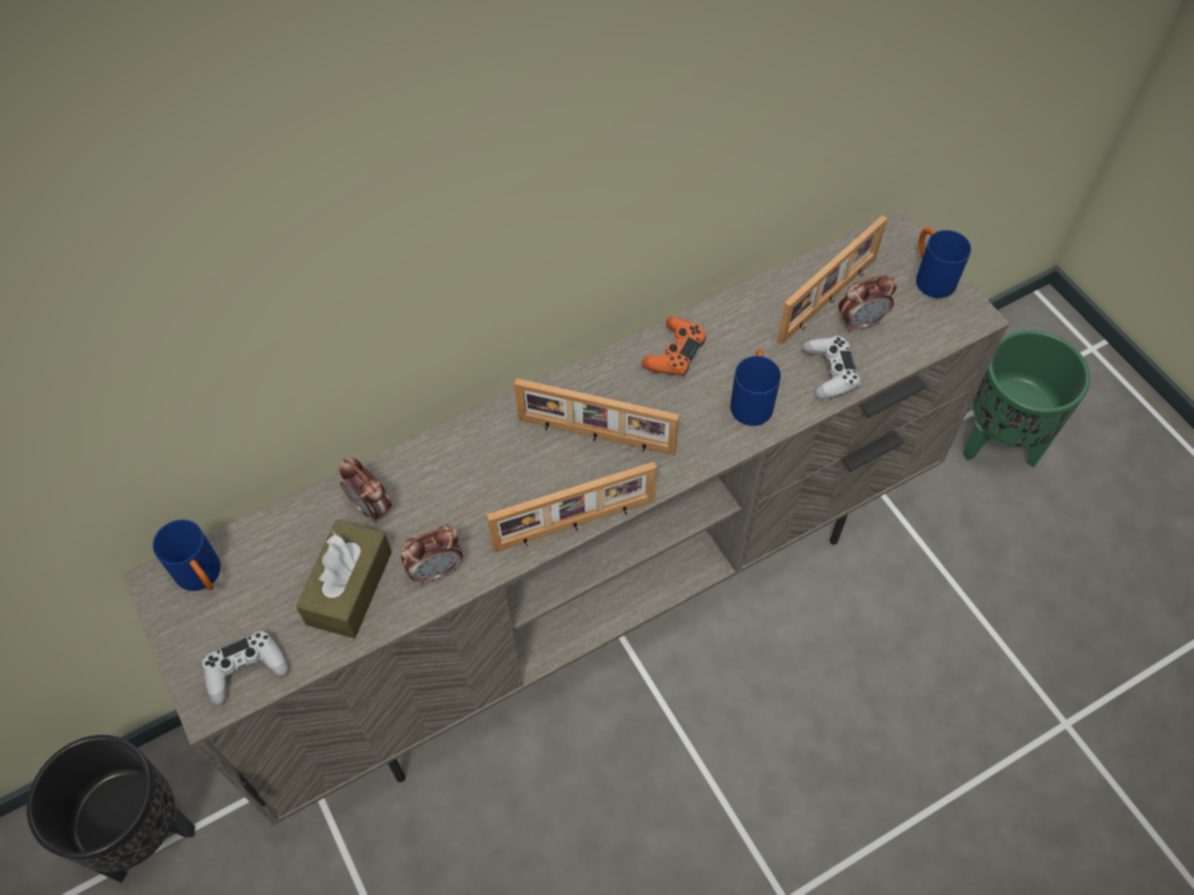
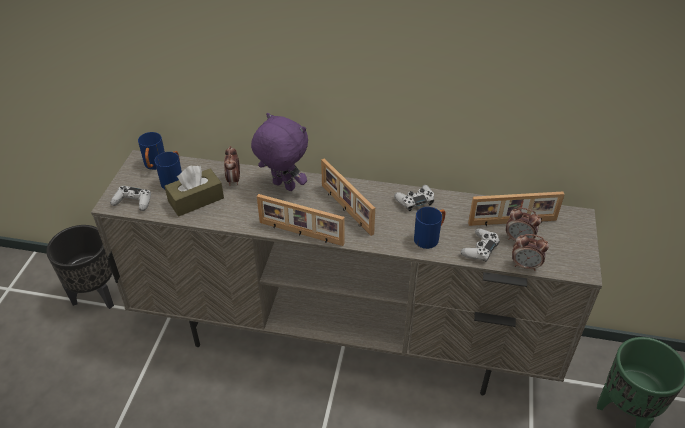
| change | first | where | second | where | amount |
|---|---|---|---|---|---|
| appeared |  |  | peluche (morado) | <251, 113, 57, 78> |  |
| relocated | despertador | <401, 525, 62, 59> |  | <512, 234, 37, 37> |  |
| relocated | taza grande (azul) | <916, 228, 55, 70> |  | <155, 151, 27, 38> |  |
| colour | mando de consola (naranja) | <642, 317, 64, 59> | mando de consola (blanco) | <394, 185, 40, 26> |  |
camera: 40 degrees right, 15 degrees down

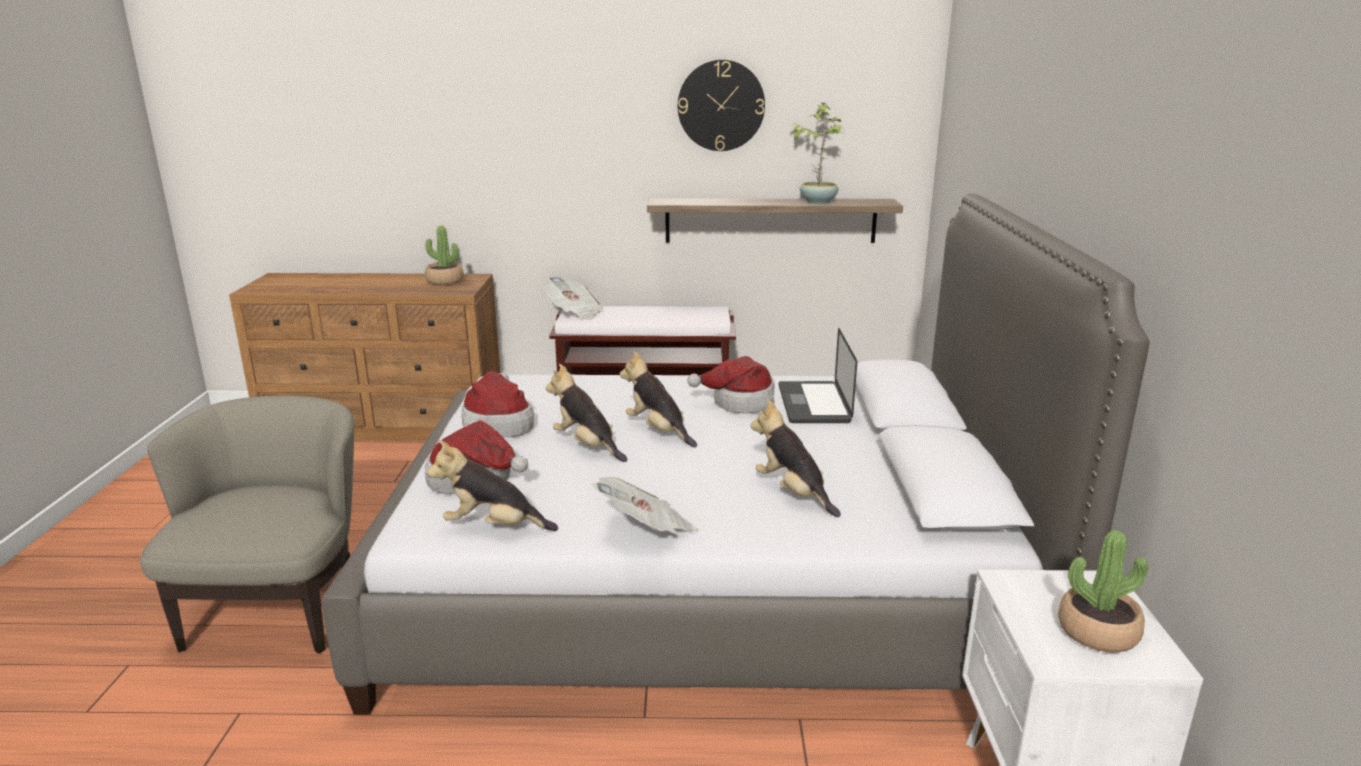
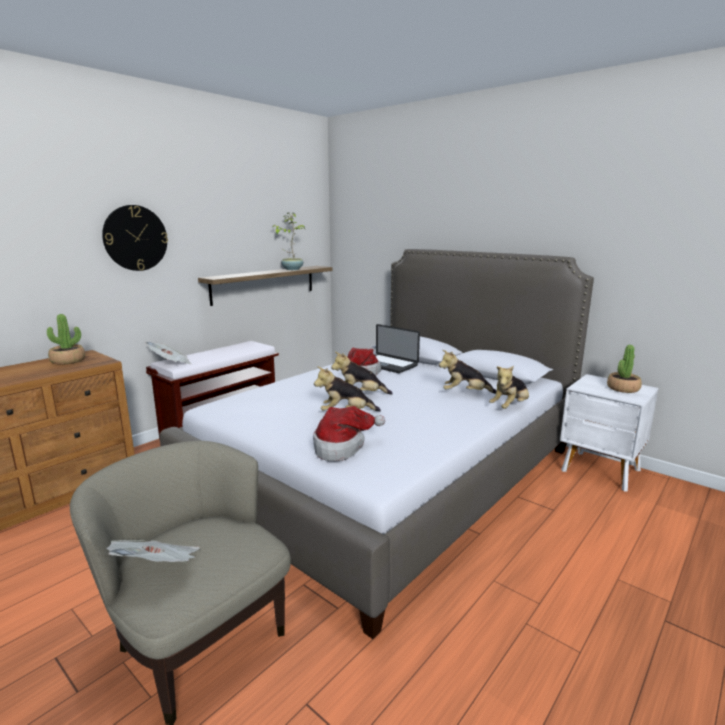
| change | first | where | second | where | amount |
|---|---|---|---|---|---|
| missing | sombrero | <462, 371, 72, 66> |  |  |  |
| relocated | peluche | <427, 440, 131, 91> |  | <489, 366, 40, 43> |  |
| relocated | periódico | <592, 477, 106, 57> |  | <106, 540, 94, 22> |  |
| relocated | reloj de pared | <678, 60, 87, 91> |  | <102, 205, 66, 66> |  |
camera: 50 degrees left, 5 degrees down

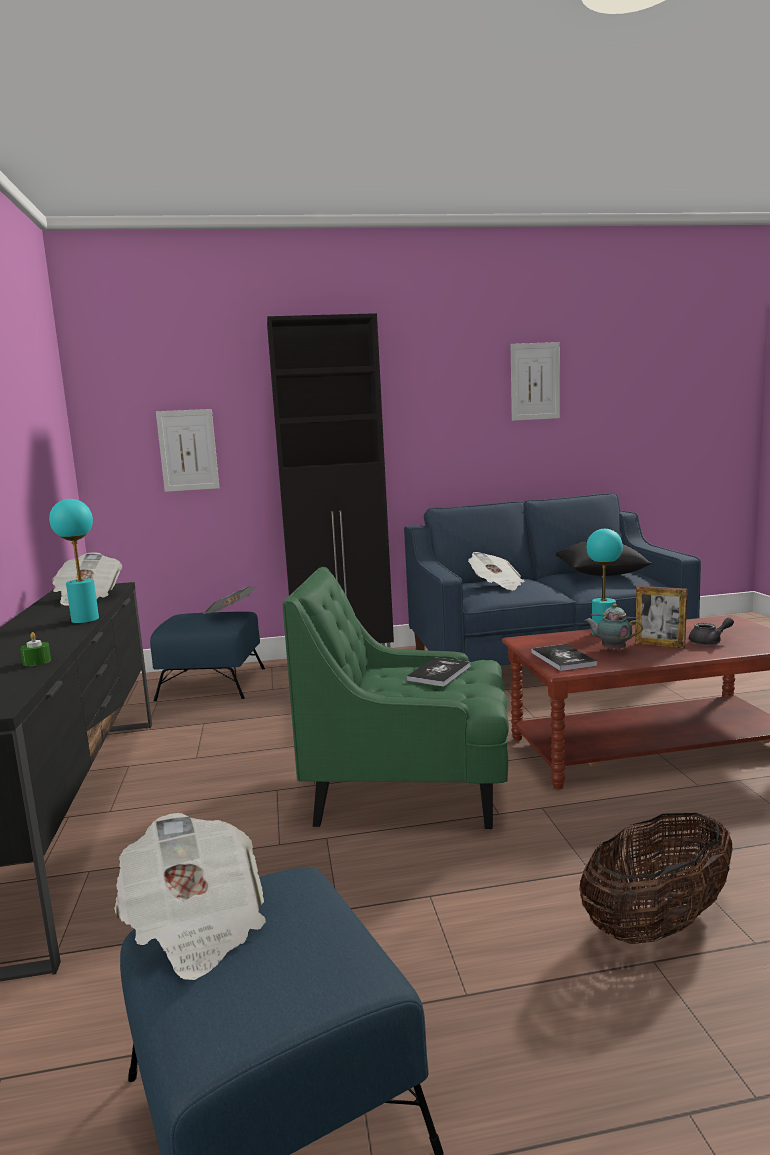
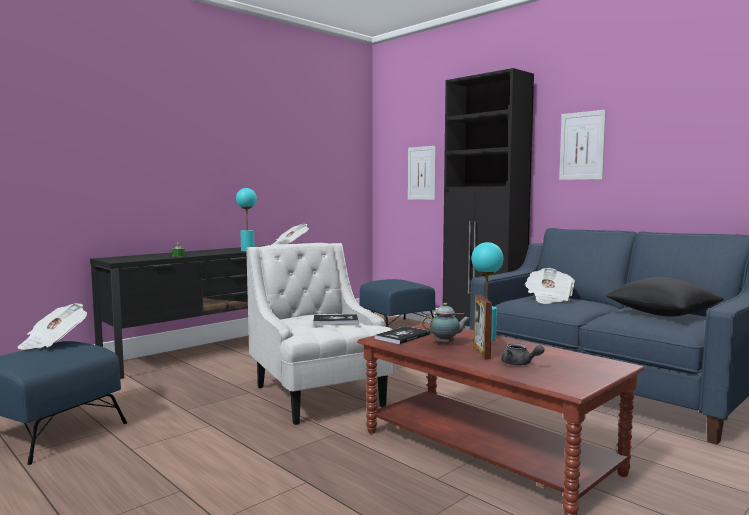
| change | first | where | second | where | amount |
|---|---|---|---|---|---|
| missing | periódico | <203, 586, 52, 28> |  |  |  |
| missing | cesta | <579, 813, 154, 131> |  |  |  |
| relocated | cuadro | <511, 342, 49, 79> |  | <559, 110, 47, 70> |  |
| colour | sillón (verde) | <282, 567, 227, 262> | sillón (blanco) | <246, 243, 150, 182> |  |
| spun | tetera | <584, 604, 59, 47> |  | <422, 303, 48, 41> | 90 degrees clockwise |
camera: 55 degrees right, 5 degrees down

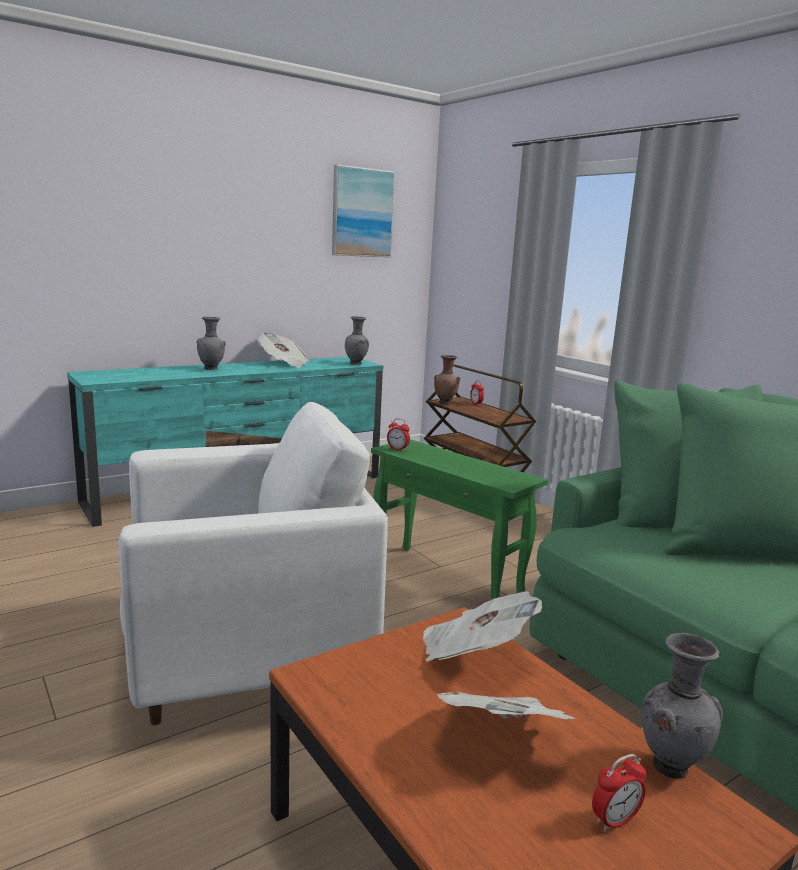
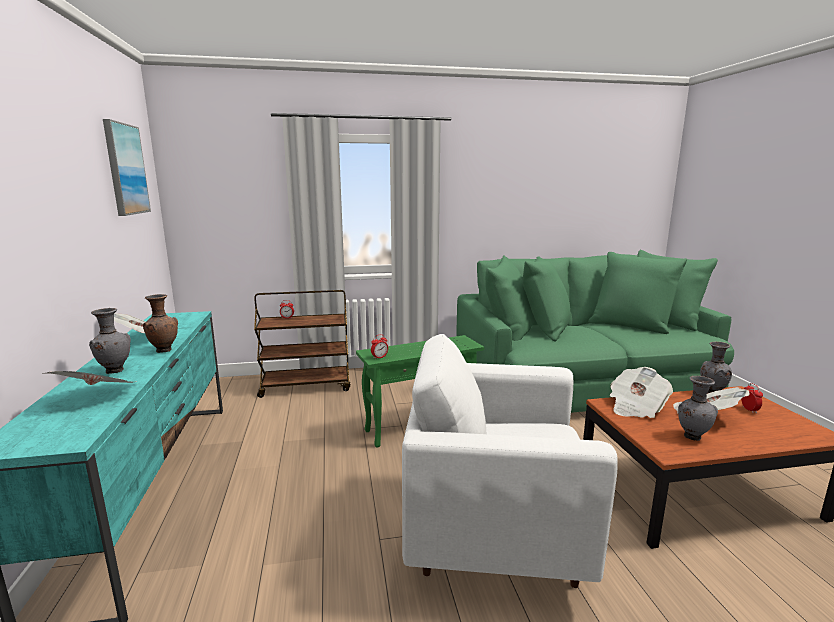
| change | first | where | second | where | amount |
|---|---|---|---|---|---|
| appeared |  |  | periódico | <42, 371, 95, 14> |  |
| relocated | florero (gris) | <345, 316, 24, 48> |  | <678, 376, 40, 65> |  |
| relocated | florero (marrón) | <434, 355, 26, 50> |  | <143, 294, 35, 59> |  |
| spun | sillón (blanco) | <119, 402, 269, 323> |  | <402, 334, 216, 254> | 90 degrees counterclockwise |
camera: 65 degrees left, 0 degrees up

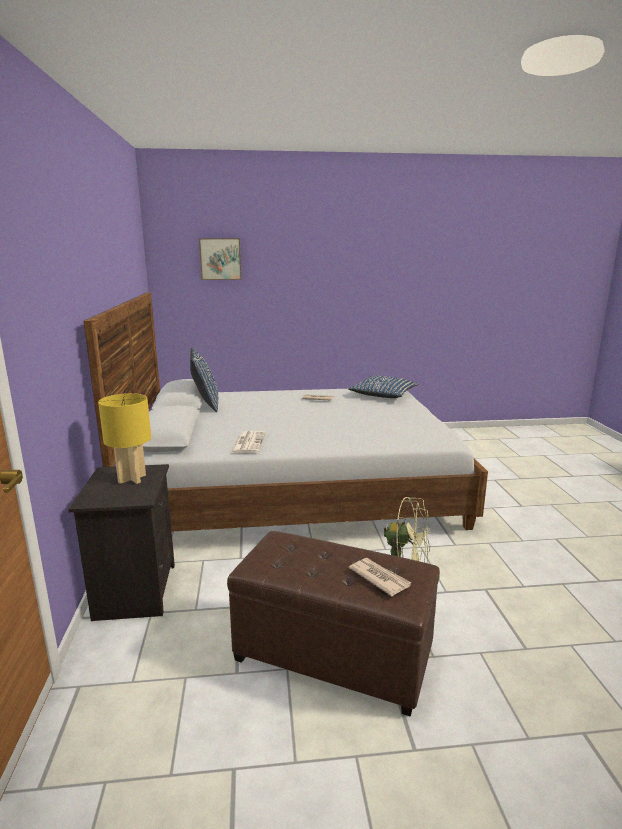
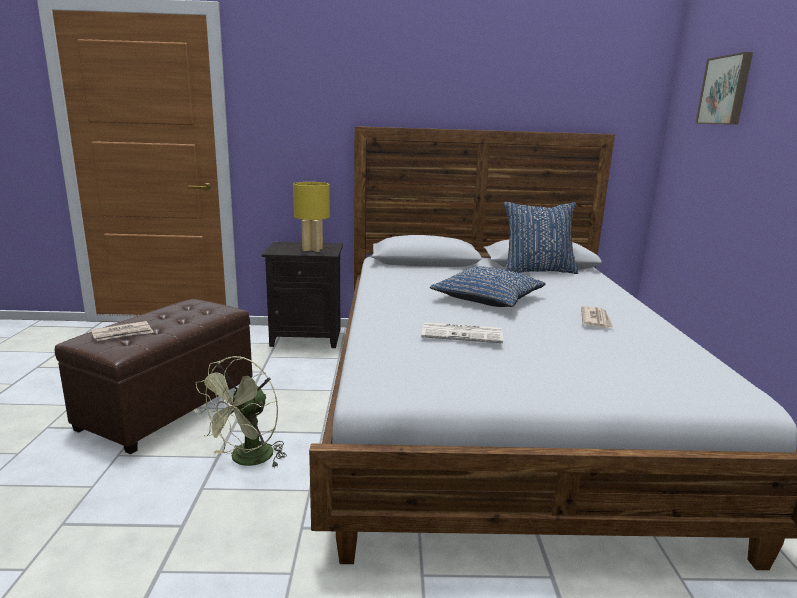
| change | first | where | second | where | amount |
|---|---|---|---|---|---|
| relocated | periódico | <231, 431, 34, 22> |  | <421, 322, 82, 21> |  |
| relocated | cojín (azul) | <348, 376, 70, 22> |  | <430, 267, 116, 40> |  |
camera: 95 degrees right, 0 degrees up

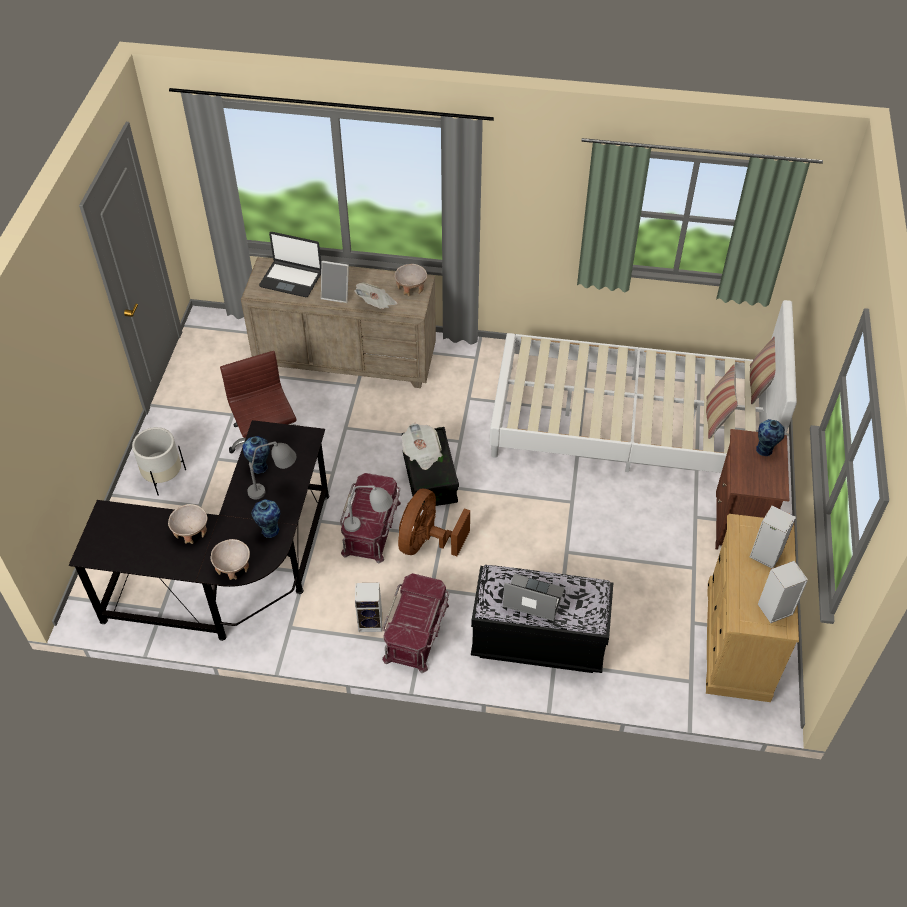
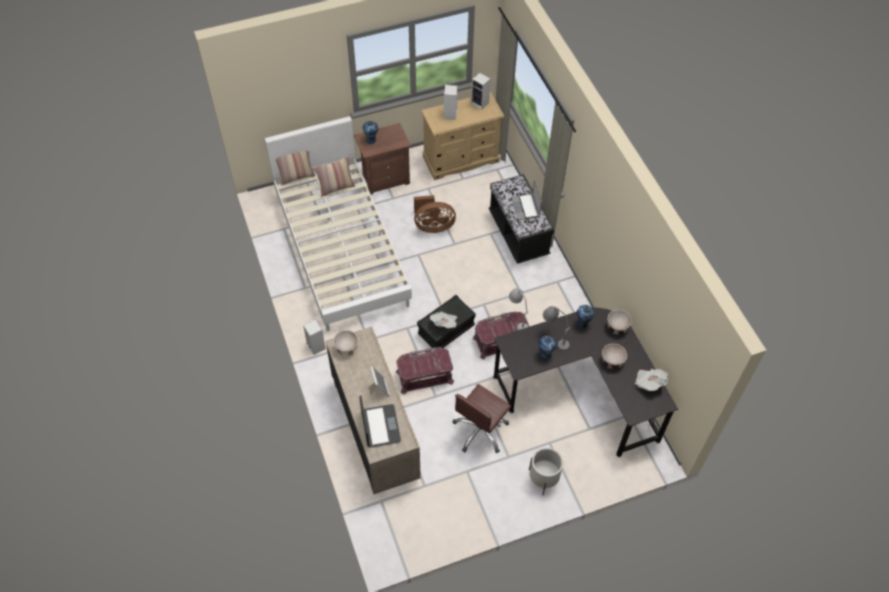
| change | first | where | second | where | amount |
|---|---|---|---|---|---|
| relocated | periódico | <354, 282, 44, 27> |  | <635, 369, 33, 22> |  |
| relocated | altavoz | <355, 583, 27, 49> |  | <303, 319, 22, 36> |  |
| relocated | caja de almacenaje (rojo) | <382, 573, 67, 100> |  | <396, 347, 58, 48> |  |
| relocated | ventilador (marrón) | <398, 489, 72, 67> |  | <414, 195, 42, 38> |  |
camera: 120 degrees left, 5 degrees up

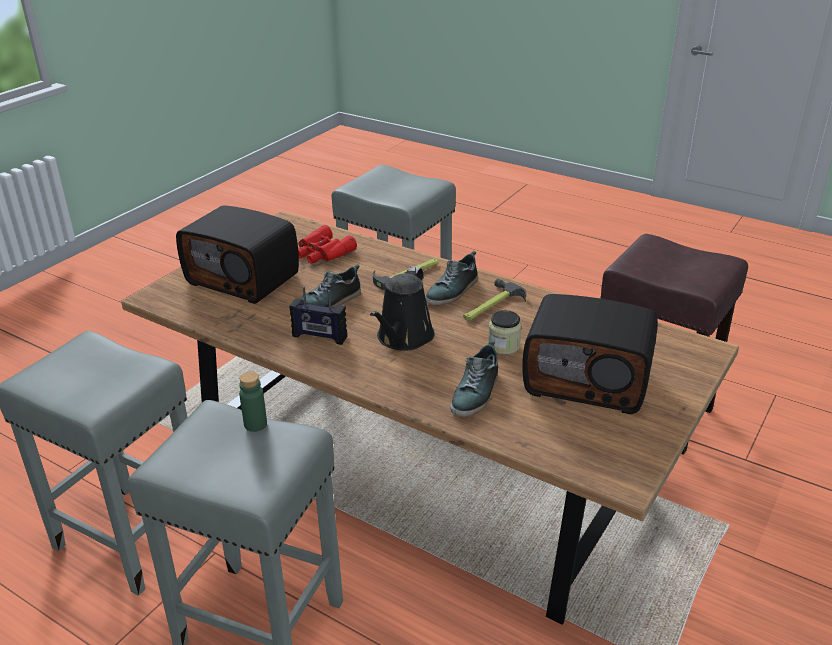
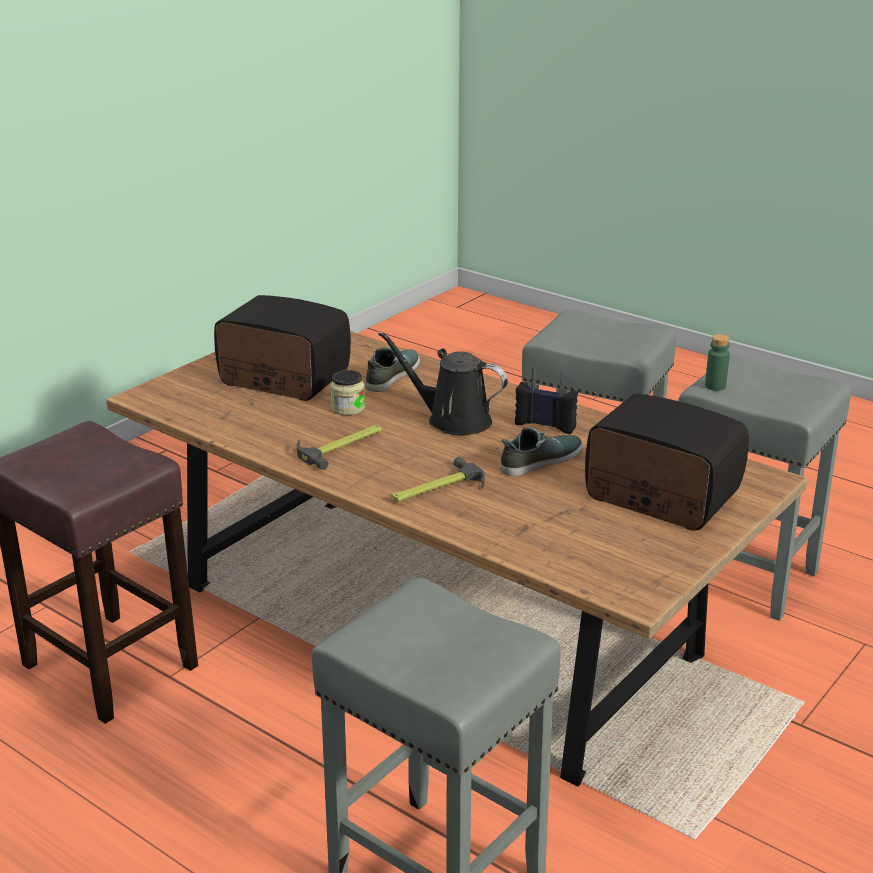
| change | first | where | second | where | amount |
|---|---|---|---|---|---|
| missing | prismáticos (rojo) | <298, 225, 59, 39> |  |  |  |
| missing | zapato | <425, 251, 52, 54> |  |  |  |
| relocated | botella (verde) | <239, 371, 28, 61> |  | <705, 334, 25, 57> |  |
| spun | regadera (negro) | <370, 266, 65, 85> |  | <378, 331, 130, 104> | 90 degrees counterclockwise |
camera: 175 degrees left, 5 degrees down

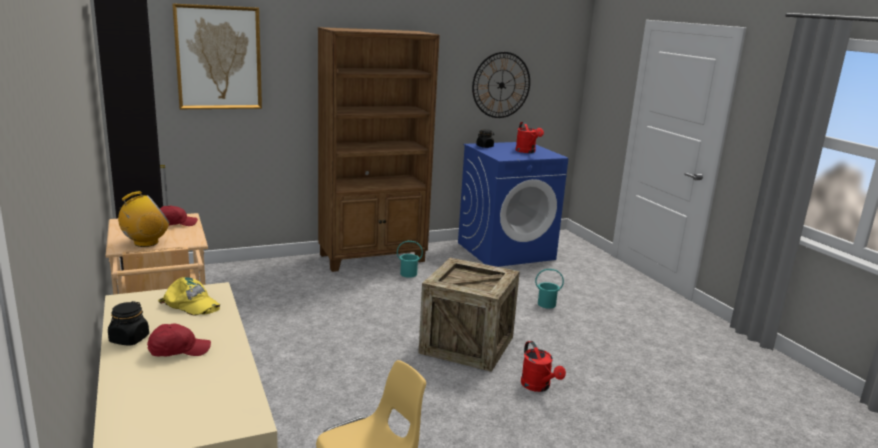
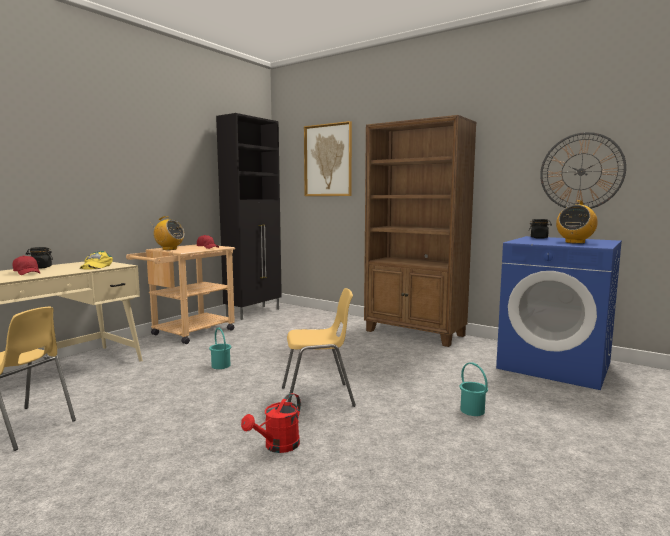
| change | first | where | second | where | amount |
|---|---|---|---|---|---|
| relocated | cubo (turquesa) | <397, 241, 26, 37> |  | <209, 328, 22, 41> |  |
| exchanged | caja de embalaje | <418, 258, 102, 114> | silla (amarillo) | <282, 288, 74, 119> |  |
| exchanged | regadera (rojo) | <515, 122, 29, 31> | radio | <556, 200, 42, 44> |  |
camera: 60 degrees right, 10 degrees down

